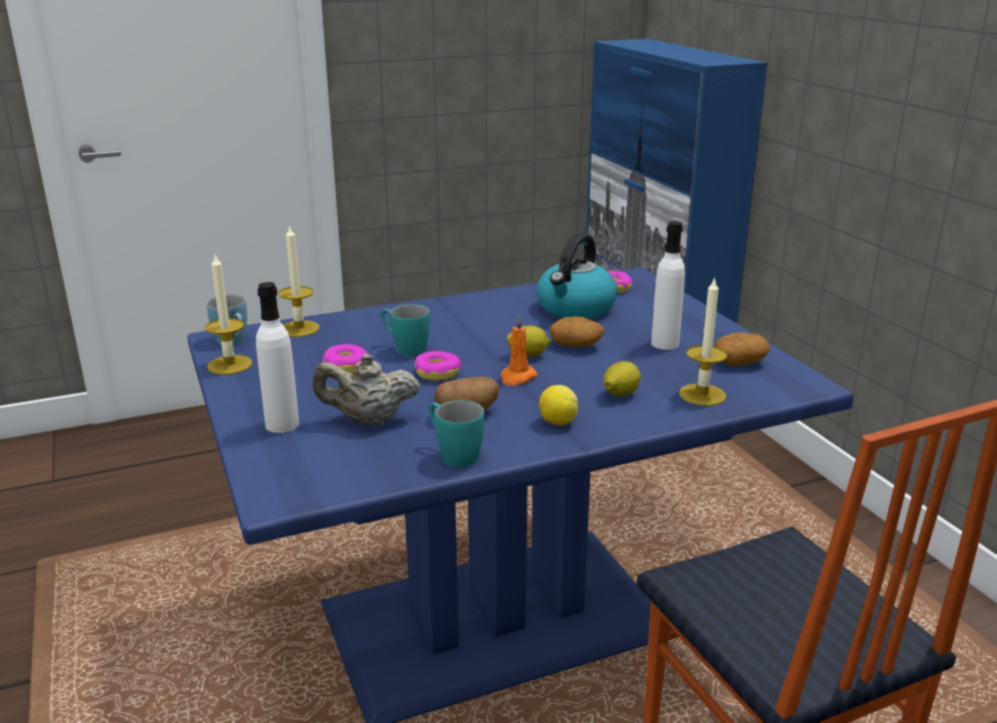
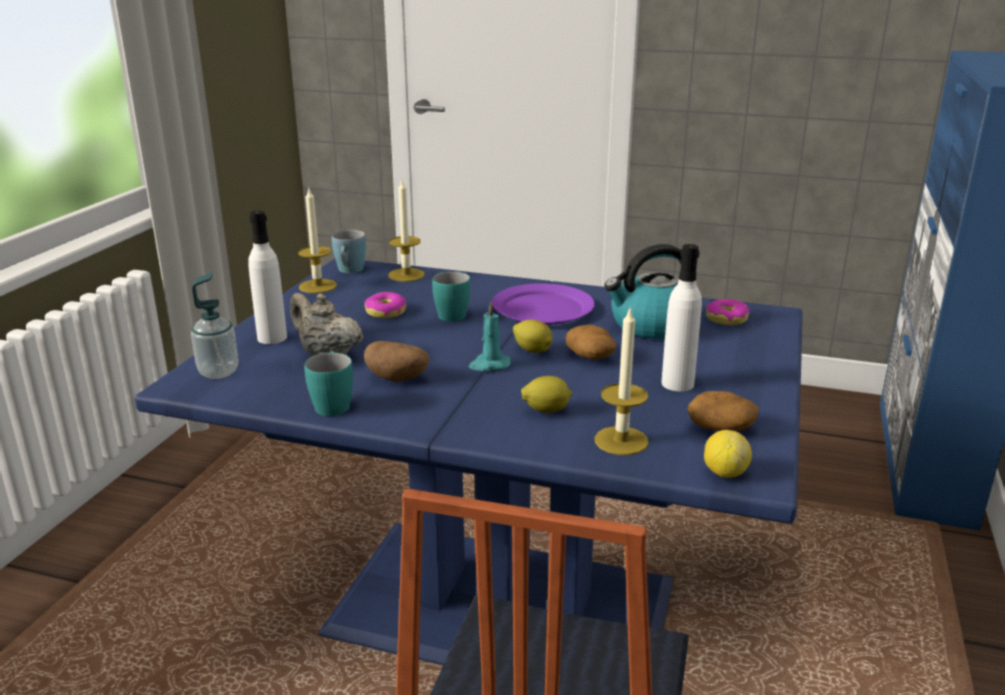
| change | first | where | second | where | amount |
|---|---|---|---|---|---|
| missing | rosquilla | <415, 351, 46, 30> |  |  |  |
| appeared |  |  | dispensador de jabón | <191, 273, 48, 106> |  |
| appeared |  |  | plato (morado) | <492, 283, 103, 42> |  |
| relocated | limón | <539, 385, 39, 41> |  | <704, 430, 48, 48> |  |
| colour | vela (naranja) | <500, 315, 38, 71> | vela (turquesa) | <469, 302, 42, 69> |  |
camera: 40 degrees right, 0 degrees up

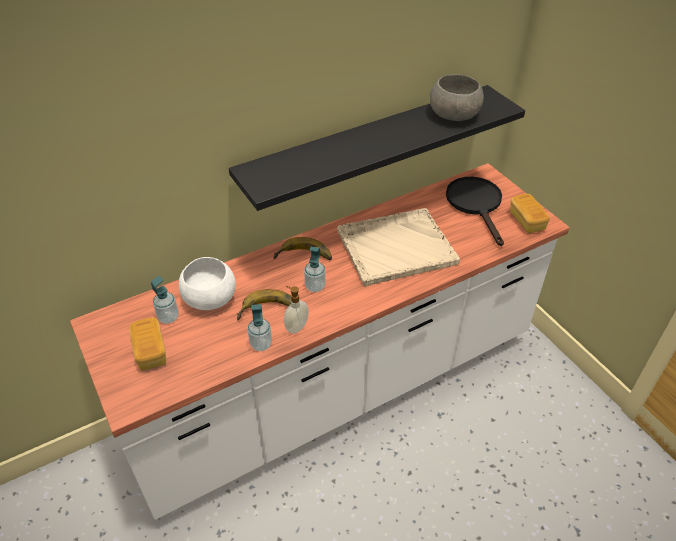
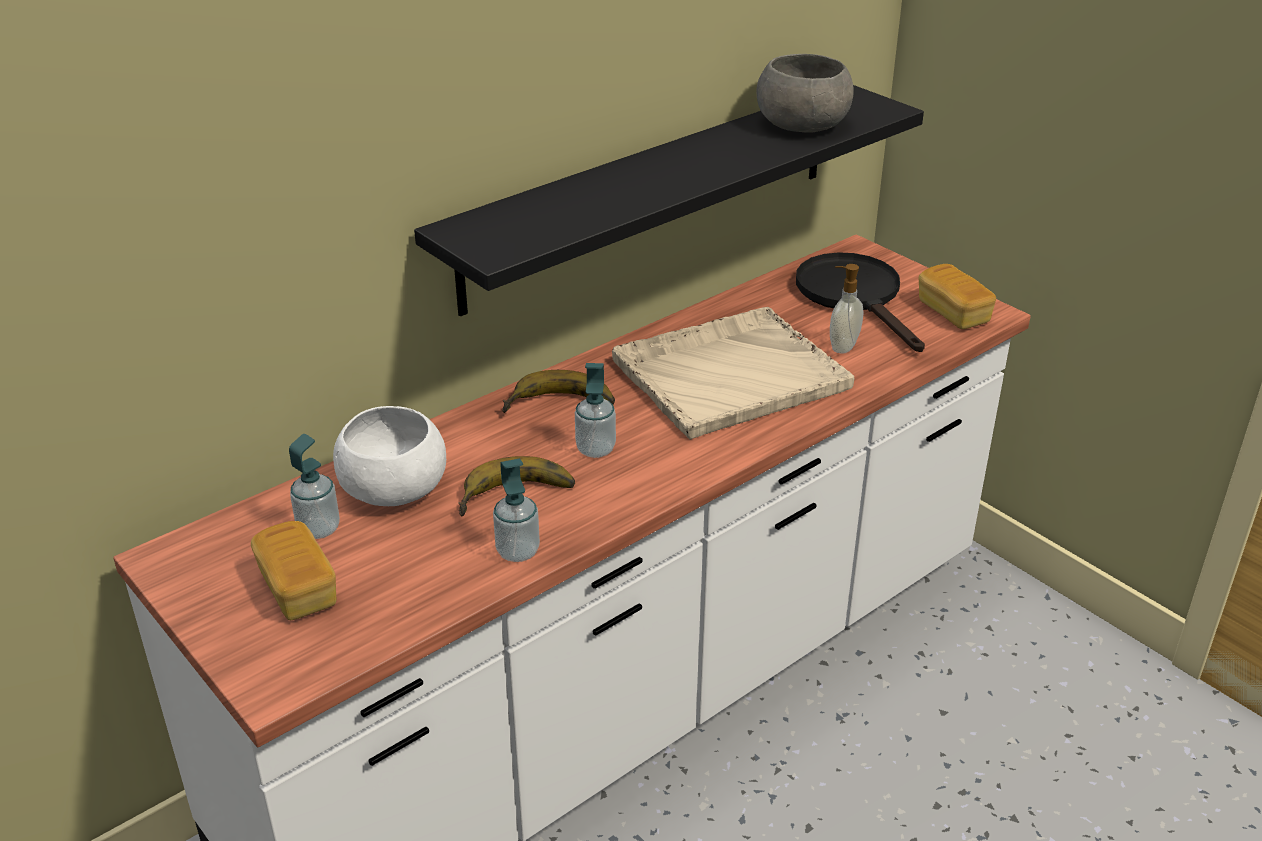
| change | first | where | second | where | amount |
|---|---|---|---|---|---|
| relocated | dispensador de jabón | <284, 286, 25, 48> |  | <830, 264, 34, 90> |  |
camera: 10 degrees left, 10 degrees down

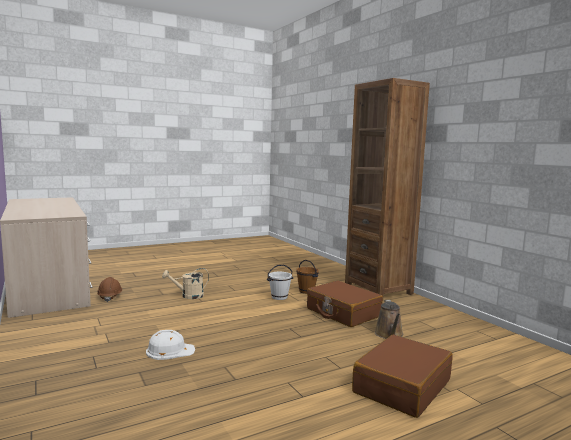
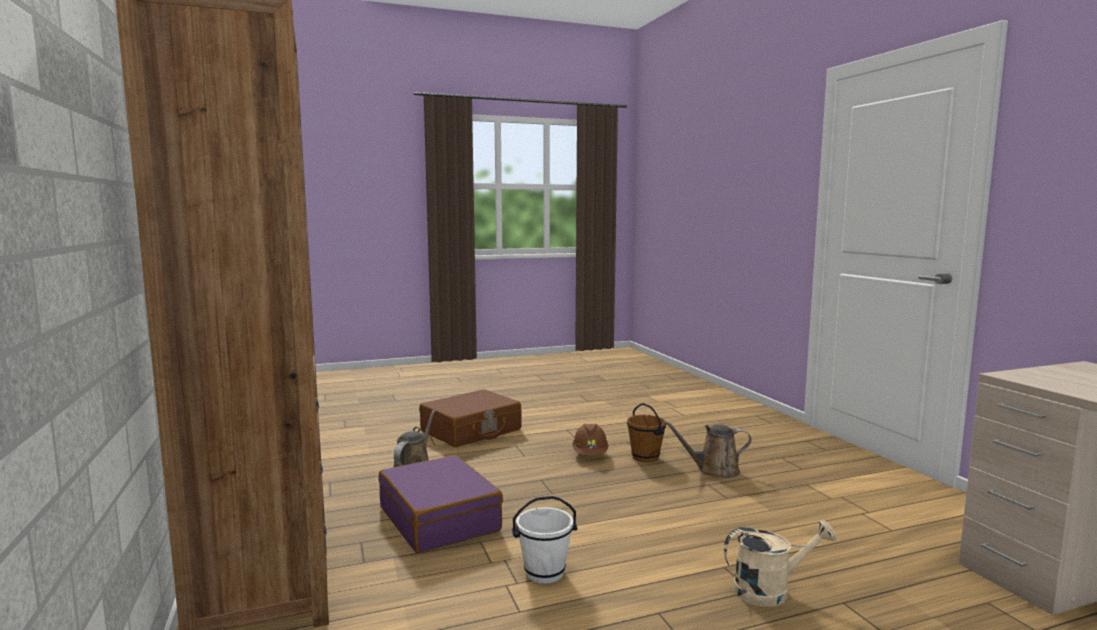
| change | first | where | second | where | amount |
|---|---|---|---|---|---|
| relocated | casco (marrón) | <97, 277, 25, 25> |  | <572, 424, 37, 32> |  |
| relocated | cubo (marrón) | <296, 260, 23, 34> |  | <627, 403, 39, 60> |  |
| exchanged | casco (blanco) | <146, 330, 49, 30> | regadera (marrón) | <663, 420, 89, 58> |  |
| colour | maleta (marrón) | <307, 280, 76, 47> | maleta (morado) | <378, 455, 125, 98> |  |
camera: 170 degrees left, 0 degrees up

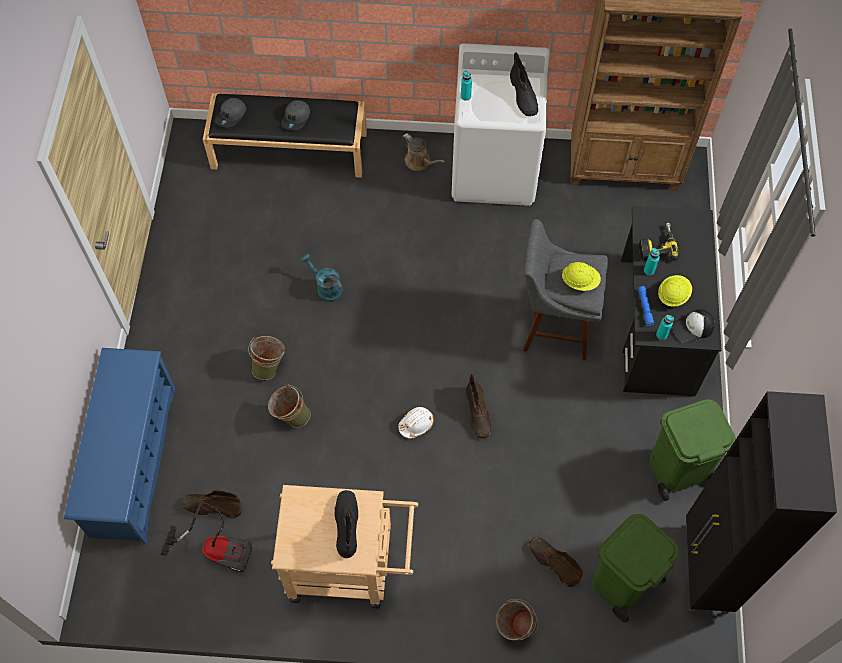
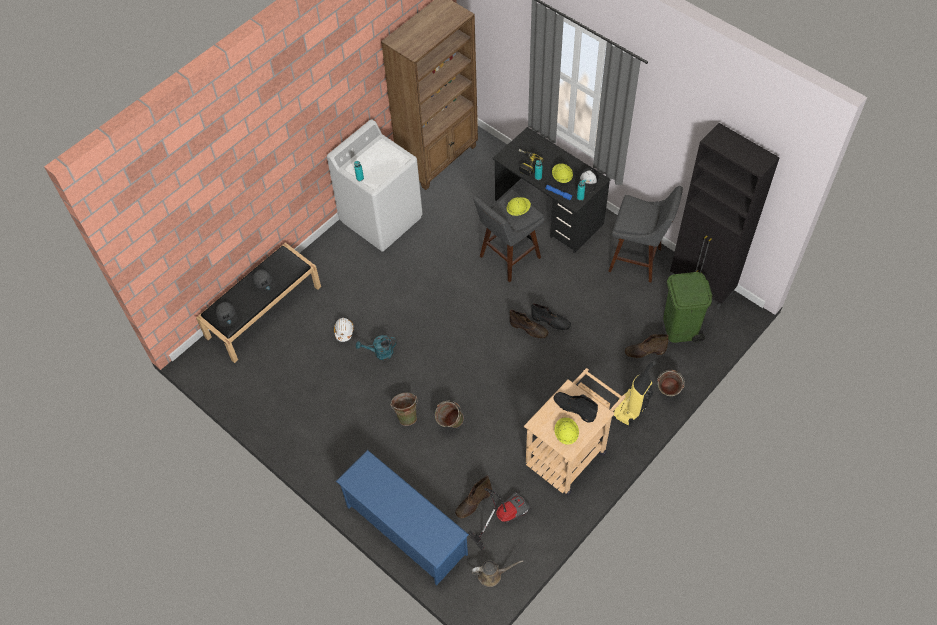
| change | first | where | second | where | amount |
|---|---|---|---|---|---|
| appeared |  |  | casco (amarillo) | <554, 417, 25, 28> |  |
| appeared |  |  | aspiradora | <612, 361, 45, 66> |  |
| relocated | casco (blanco) | <398, 407, 36, 32> |  | <334, 318, 20, 24> |  |
| relocated | regadera (marrón) | <402, 133, 43, 38> |  | <472, 560, 51, 27> |  |
| relocated | bota (negro) | <510, 52, 28, 64> |  | <531, 303, 40, 27> |  |
| exchanged | papelera (verde) | <649, 399, 87, 102> | taburete (gris) | <608, 186, 75, 96> |  |
camera: 50 degrees left, 5 degrees down

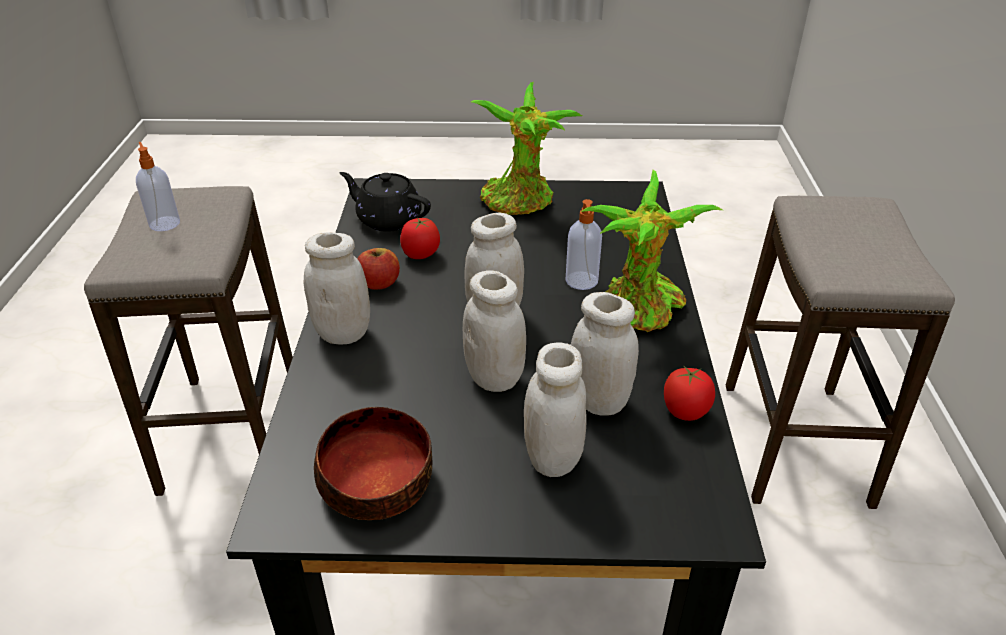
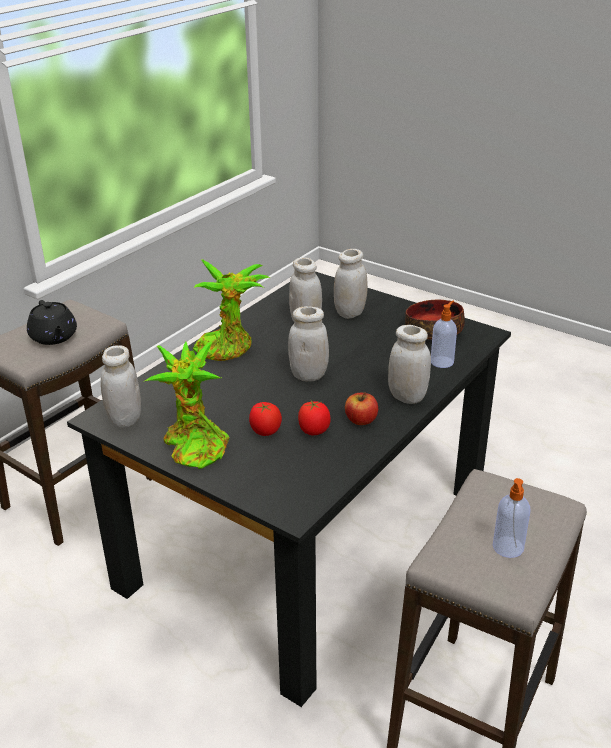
| change | first | where | second | where | amount |
|---|---|---|---|---|---|
| relocated | tetera (negro) | <340, 172, 91, 60> |  | <27, 300, 50, 45> |  |
| relocated | tarro (blanco) | <463, 270, 63, 122> |  | <101, 345, 40, 83> |  |
| relocated | dispensador de jabón | <565, 199, 37, 91> |  | <431, 301, 26, 67> |  |
| relocated | tomate | <664, 365, 51, 56> |  | <249, 402, 33, 34> |  |
camera: 145 degrees left, 5 degrees down

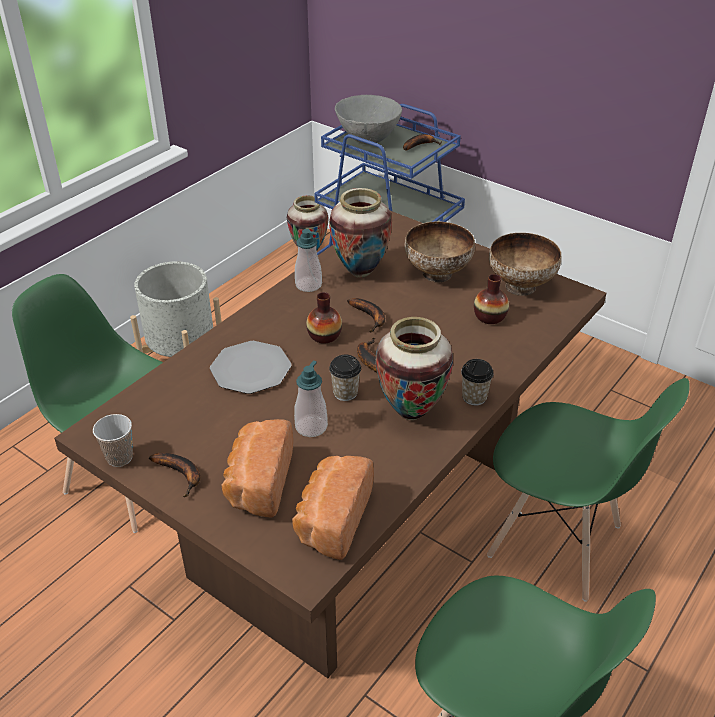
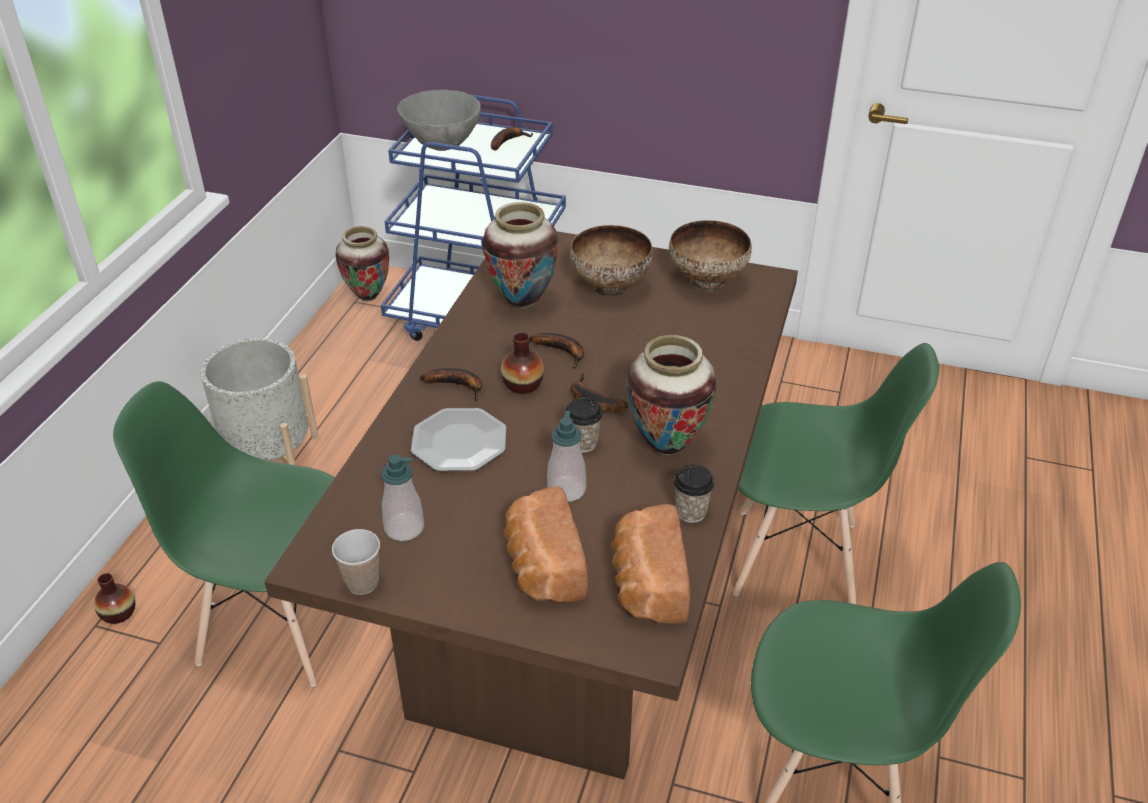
| change | first | where | second | where | amount |
|---|---|---|---|---|---|
| relocated | plátano | <149, 453, 51, 44> |  | <420, 368, 62, 33> |  |
| relocated | dispensador de jabón | <295, 229, 27, 63> |  | <381, 455, 43, 86> |  |
| relocated | taza | <461, 359, 33, 47> |  | <674, 464, 40, 59> |  |
| relocated | florero | <474, 274, 35, 50> |  | <94, 573, 41, 51> |  |
camera: 20 degrees left, 0 degrees up

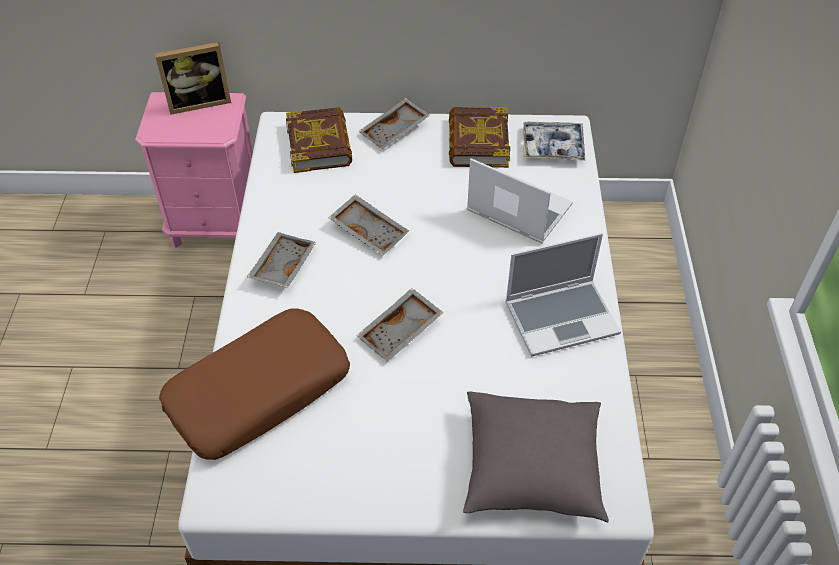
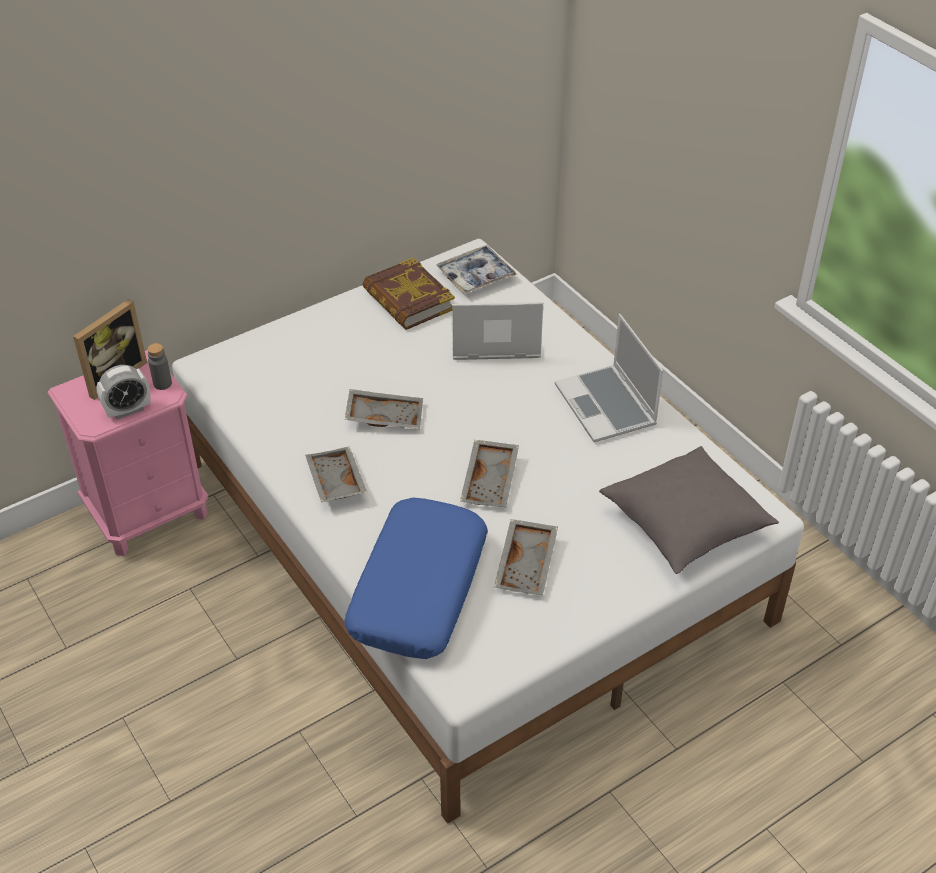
| change | first | where | second | where | amount |
|---|---|---|---|---|---|
| missing | libro | <286, 107, 66, 66> |  |  |  |
| appeared |  |  | despertador | <96, 365, 55, 54> |  |
| appeared |  |  | botella (gris) | <147, 343, 25, 47> |  |
| relocated | bandeja (gris) | <358, 98, 72, 51> |  | <494, 519, 64, 76> |  |
| colour | cojín (marrón) | <159, 308, 191, 152> | cojín (azul) | <344, 498, 144, 161> |  |
| spun | portátil | <505, 233, 116, 124> |  | <555, 314, 108, 128> | 120 degrees clockwise |
camera: 35 degrees left, 5 degrees down

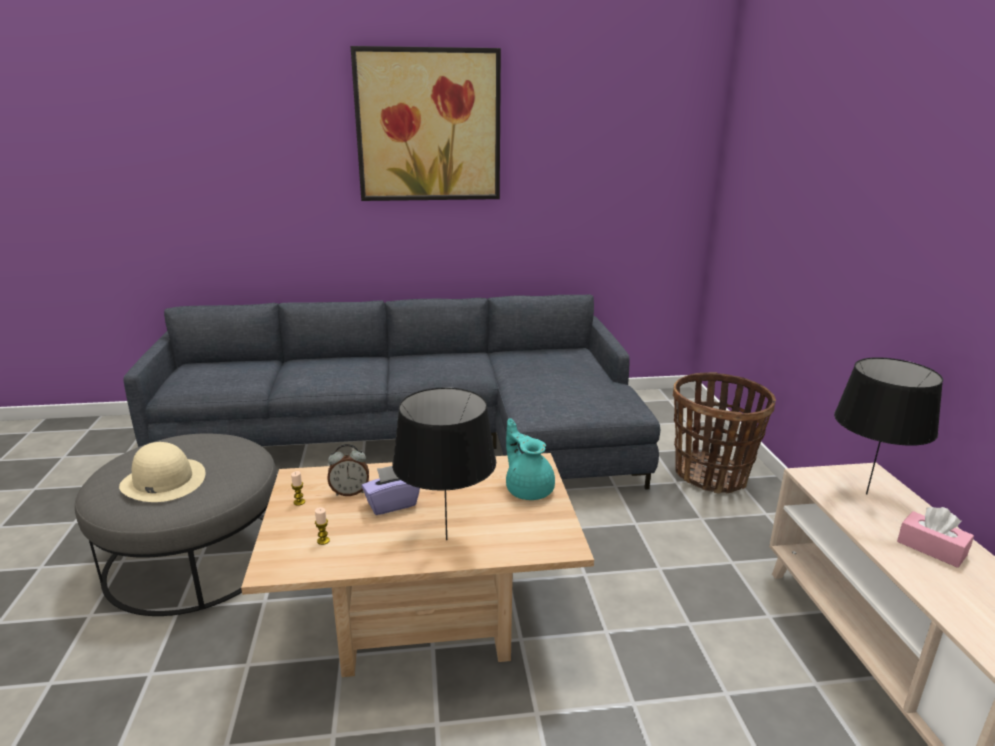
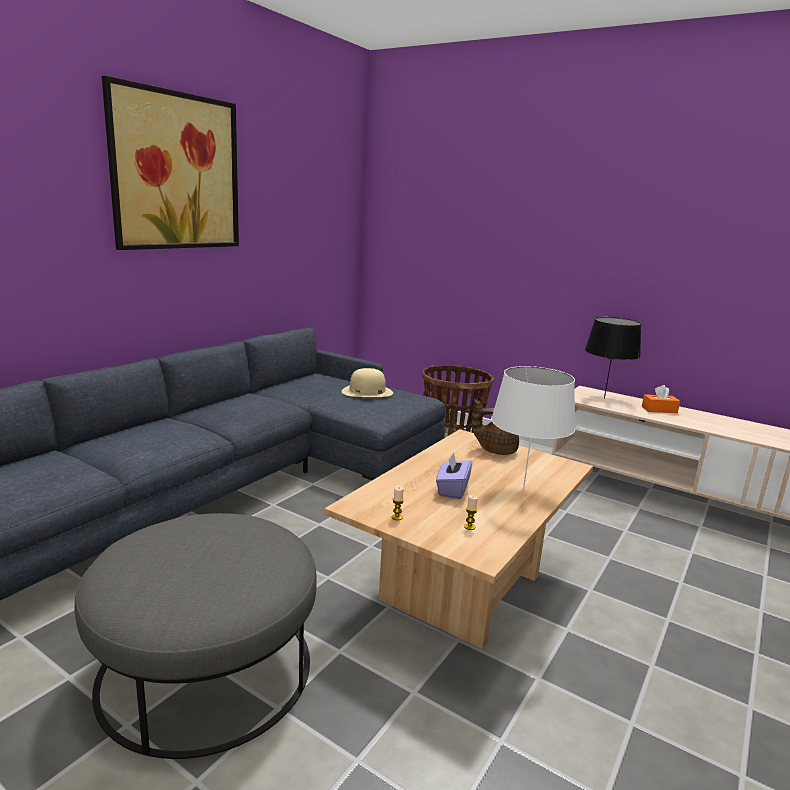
| change | first | where | second | where | amount |
|---|---|---|---|---|---|
| missing | despertador | <327, 444, 42, 52> |  |  |  |
| relocated | sombrero (beis) | <119, 442, 86, 60> |  | <342, 368, 51, 29> |  |
| colour | lámpara de mesa (negro) | <392, 387, 104, 153> | lámpara de mesa (blanco) | <491, 366, 84, 125> |  |
| colour | tetera (turquesa) | <506, 418, 49, 82> | tetera (marrón) | <472, 399, 47, 56> |  |
| colour | caja de pañuelos (rosa) | <897, 507, 77, 61> | caja de pañuelos (naranja) | <642, 385, 38, 28> |  |
camera: 50 degrees left, 5 degrees down

